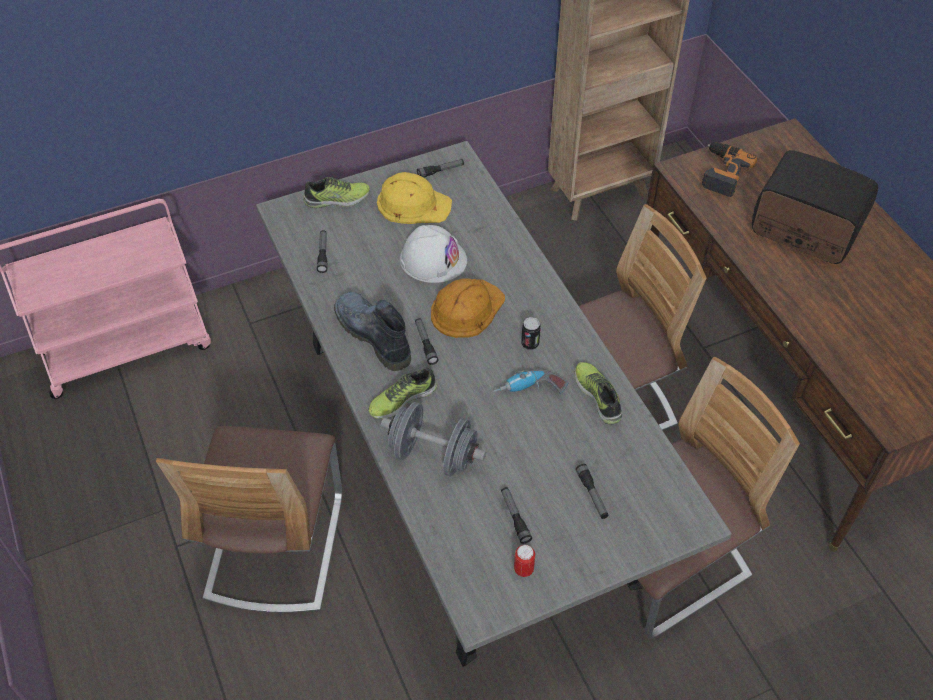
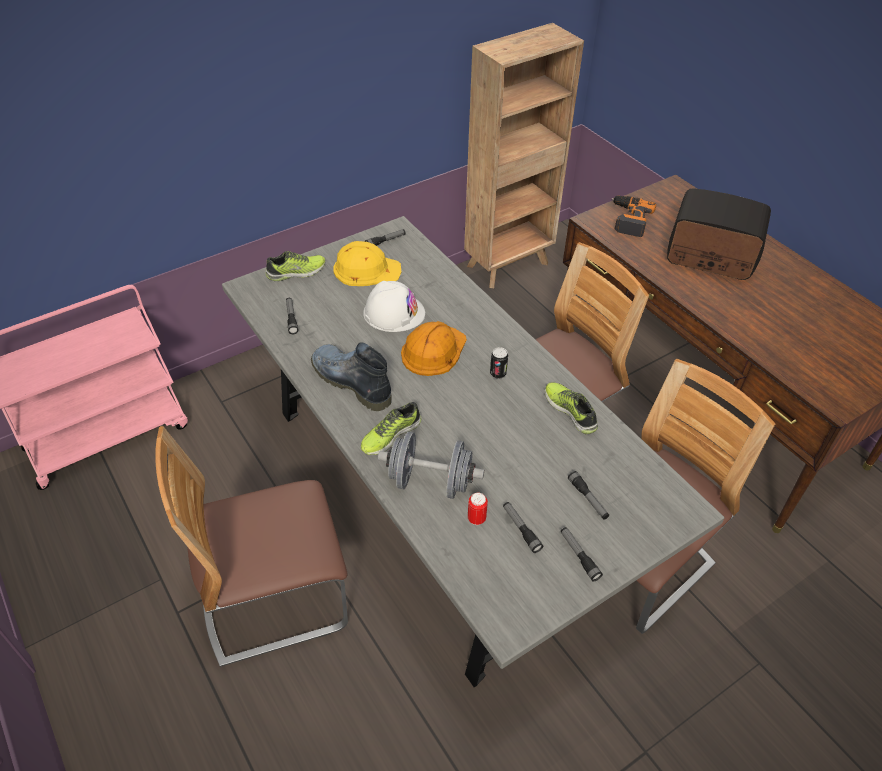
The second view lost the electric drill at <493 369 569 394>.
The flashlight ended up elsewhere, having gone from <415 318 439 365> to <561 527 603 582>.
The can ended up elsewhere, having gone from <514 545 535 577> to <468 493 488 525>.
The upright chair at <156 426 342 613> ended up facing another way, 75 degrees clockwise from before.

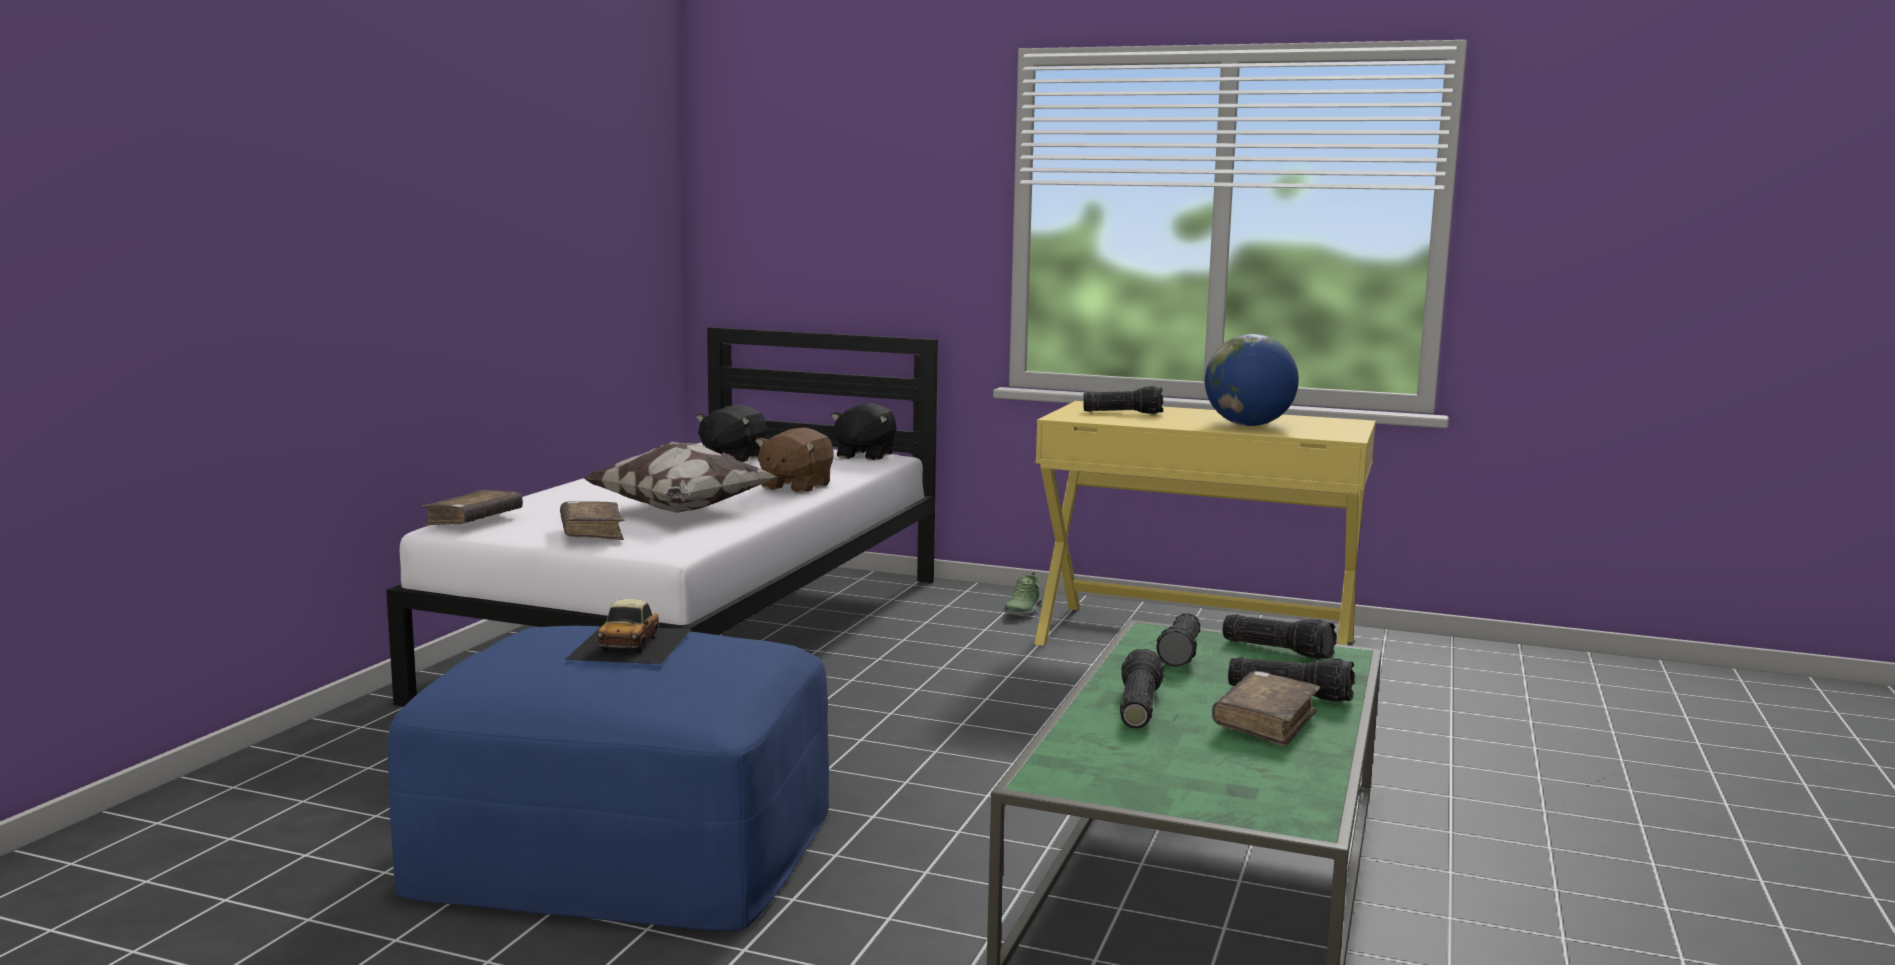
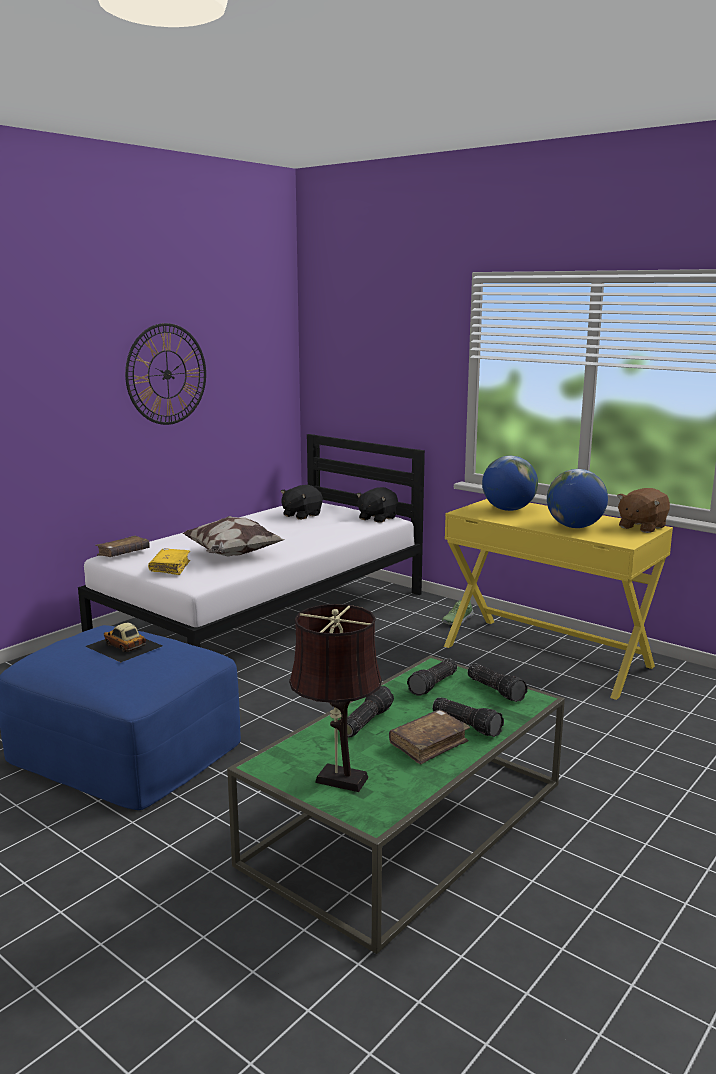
The second view gained the wall clock at <125 323 206 425>.
The second view gained the brown-coloured table lamp at <289 604 382 792>.
The brown-coloured soft toy ended up elsewhere, having gone from <755 428 834 493> to <617 488 670 533>.
Where the flashlight stood at <1083 386 1163 414>, the desk globe came to stand at <482 456 538 511>.
What was the brown-coloured book at <560 501 624 540> turned into the yellow book at <148 549 190 575>.
The model car at <565 599 692 664> ended up facing another way, 105 degrees clockwise from before.

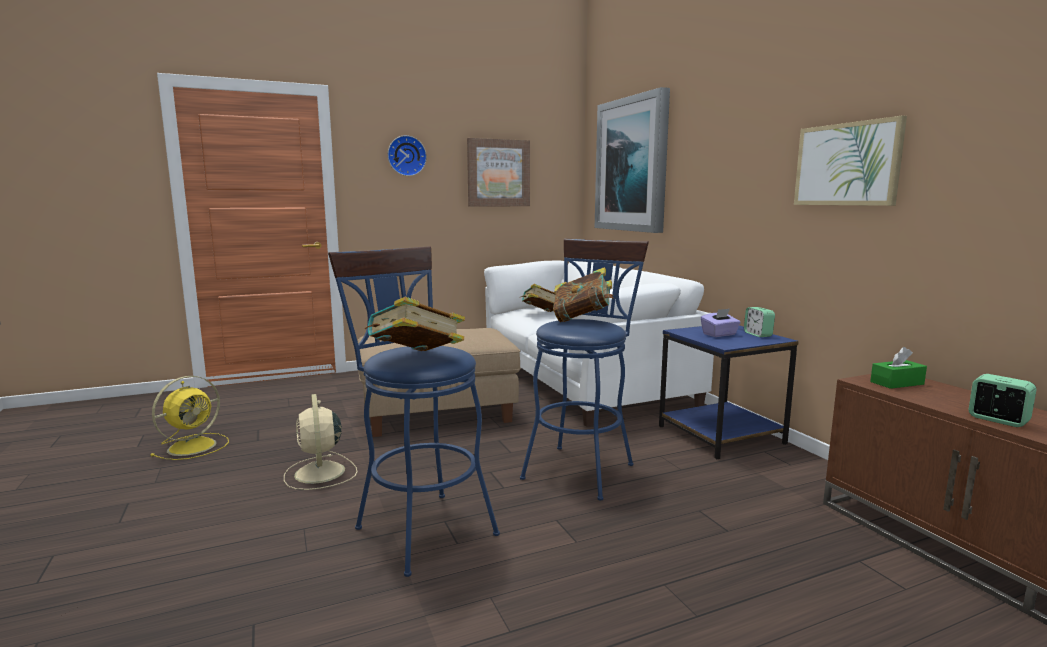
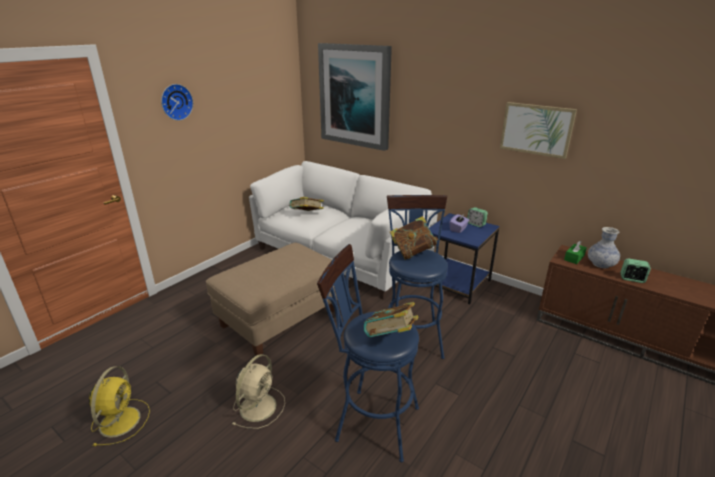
The second view lost the picture at <467 138 530 207>.
The second view gained the flower vase at <588 227 620 268>.
The beige cooling fan at <284 394 357 490> ended up facing another way, 105 degrees counterclockwise from before.

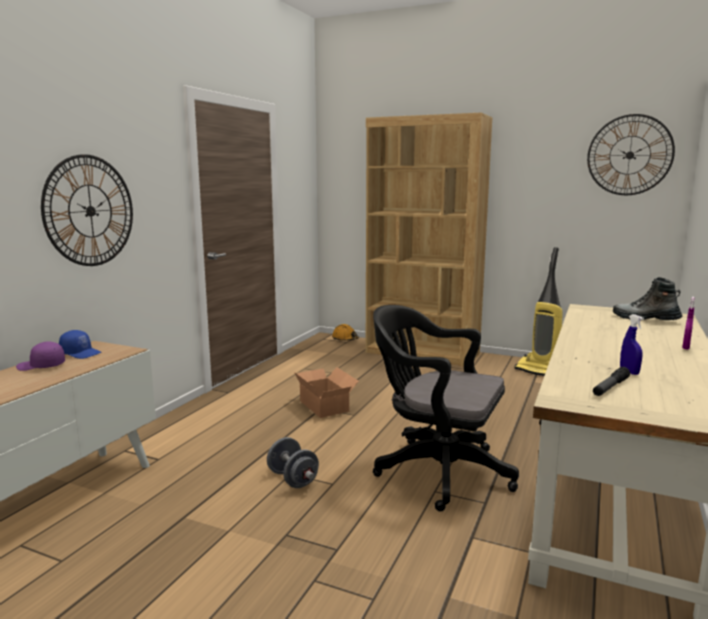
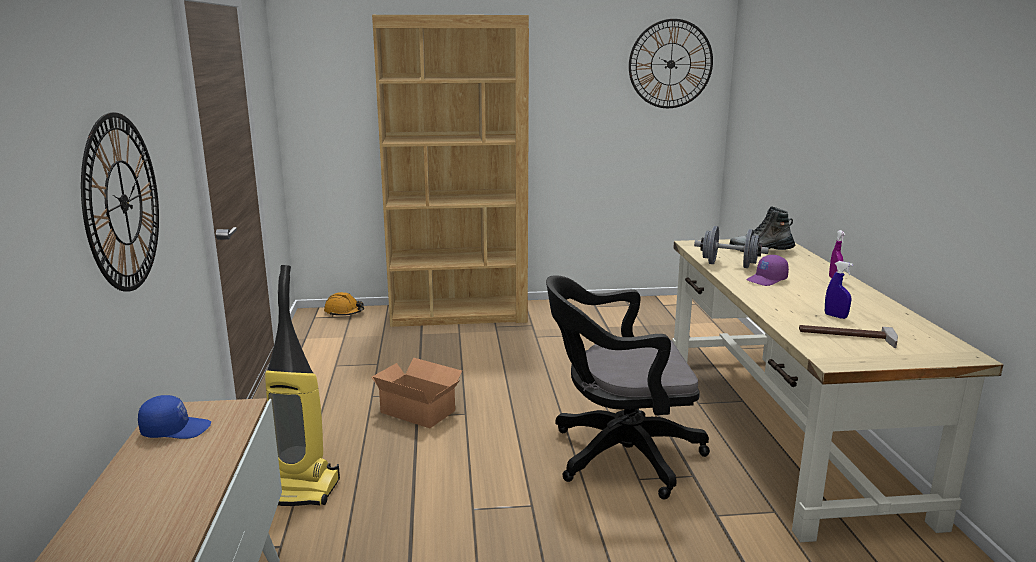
The purple-coloured baseball cap ended up elsewhere, having gone from <16 341 65 371> to <746 255 789 286>.
The gray hand weight ended up elsewhere, having gone from <267 437 319 488> to <694 226 769 268>.
The hoover ended up elsewhere, having gone from <514 247 562 376> to <265 265 340 506>.
Where the flashlight stood at <593 367 630 396>, the tool hammer came to stand at <799 325 898 348>.

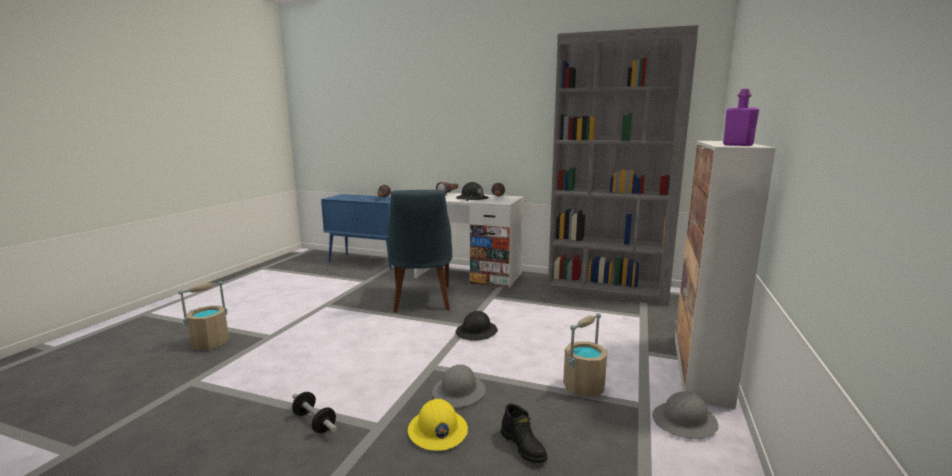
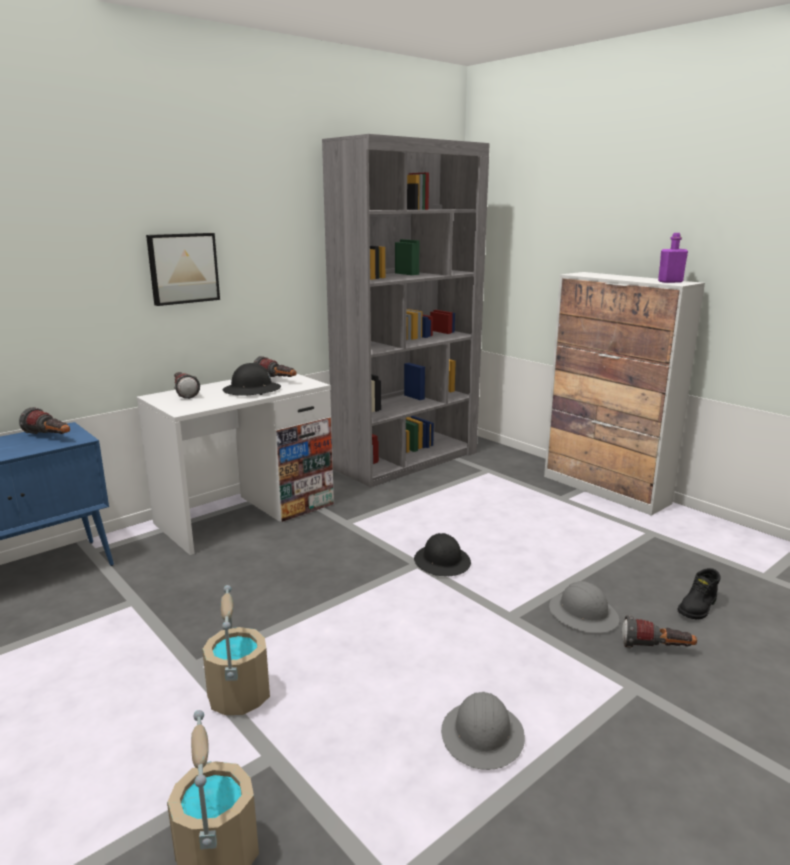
The second view lost the hand weight at <292 392 337 433>.
The second view lost the blue upright chair at <388 190 453 312>.
The second view gained the picture at <146 233 220 306>.
The beige bucket ended up elsewhere, having gone from <563 313 607 397> to <202 585 270 715>.
The gray hard hat ended up elsewhere, having gone from <652 391 719 439> to <441 692 525 770>.
Where the yellow hard hat stood at <408 399 468 451>, the flashlight came to stand at <622 615 697 648>.
The black high-top boot at <501 404 547 463> ended up facing another way, 135 degrees clockwise from before.

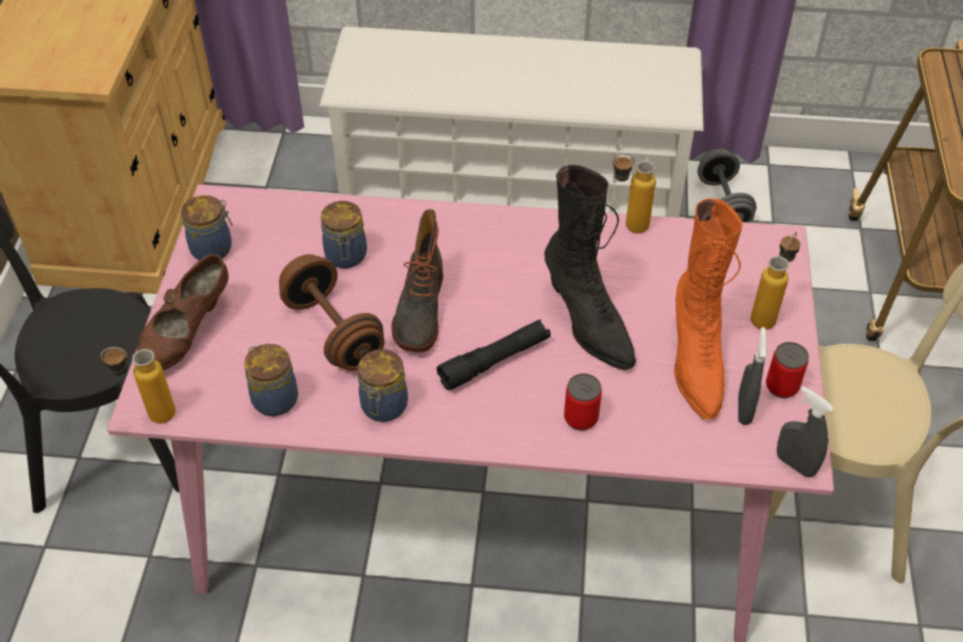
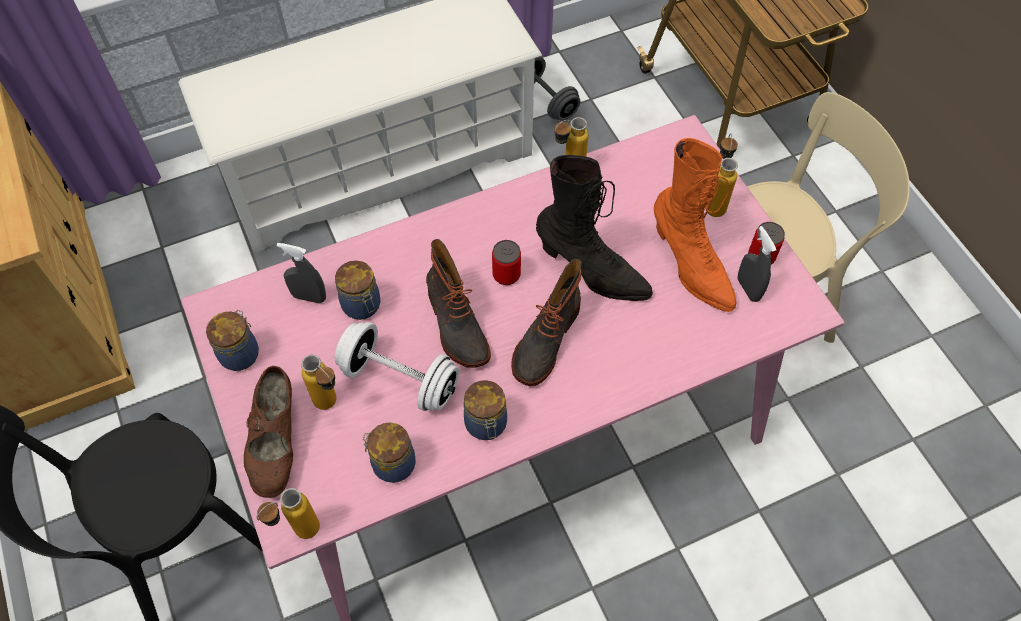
The second view gained the drink bottle at <301 355 337 410>.
The can ended up elsewhere, having gone from <564 374 602 430> to <492 240 521 285>.
The gray spray bottle ended up elsewhere, having gone from <777 386 833 477> to <277 243 326 304>.
Where the black flashlight stood at <437 319 551 390>, the high-top boot came to stand at <511 259 582 386>.
What was the brown-coloured hand weight at <279 254 385 371> turned into the whitish hand weight at <335 322 459 411>.

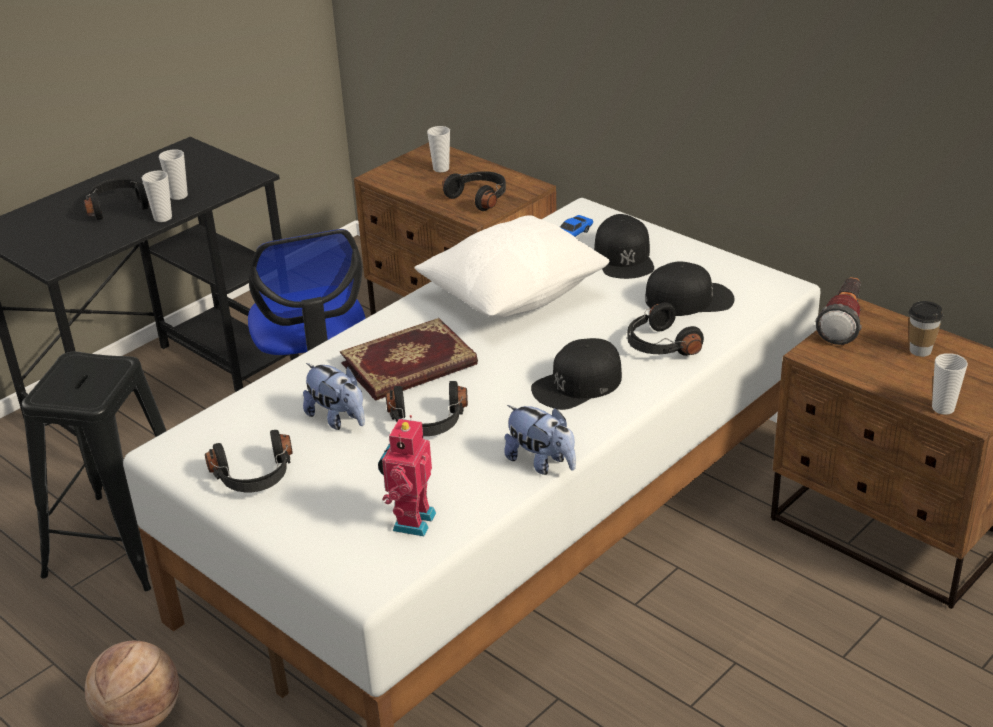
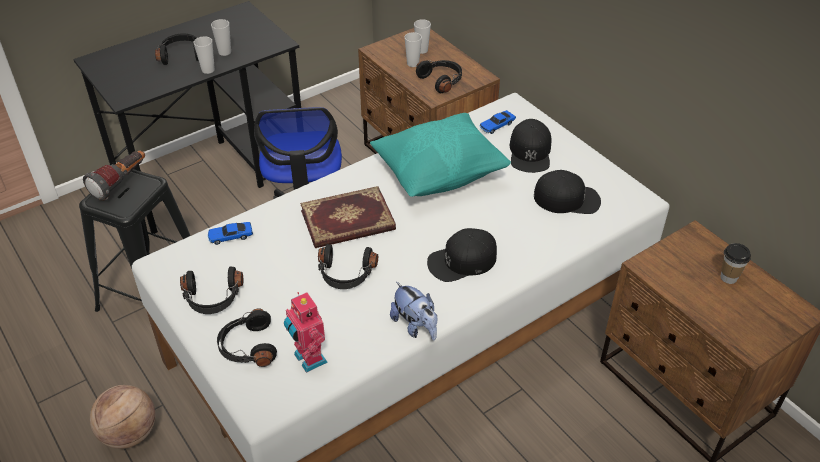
The second view lost the soft toy at <303 363 365 430>.
The second view gained the model car at <208 222 253 245>.
The black headset ended up elsewhere, having gone from <627 302 704 356> to <217 308 277 367>.
The flashlight ended up elsewhere, having gone from <815 277 862 345> to <83 150 145 201>.
The drinking cup ended up elsewhere, having gone from <932 353 968 415> to <405 32 422 67>.
What was the whitish throw pillow at <415 215 610 318> turned into the blue-green throw pillow at <370 113 511 197>.
The model robot at <378 415 436 536> ended up facing another way, 60 degrees counterclockwise from before.

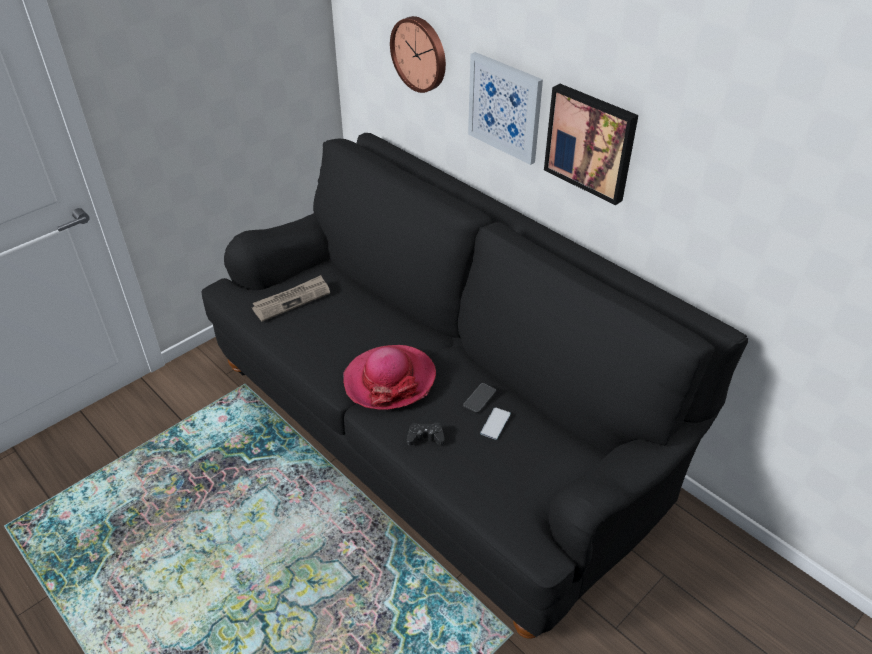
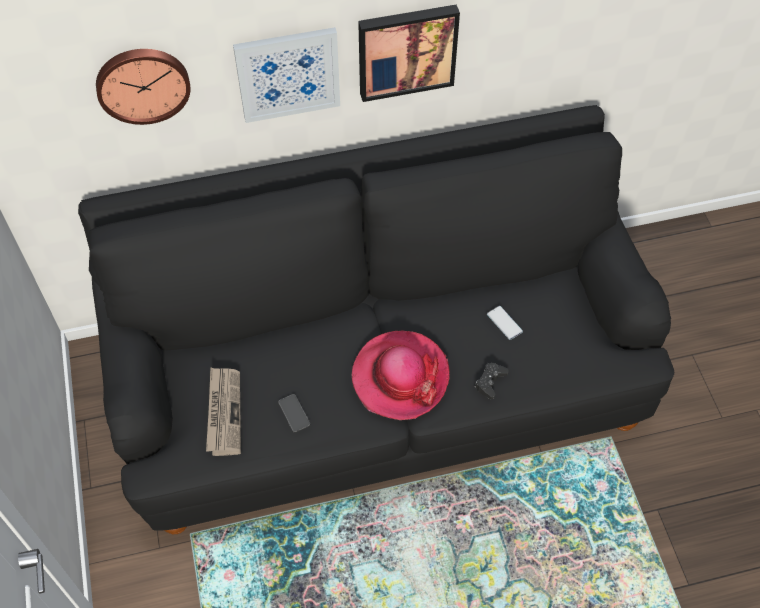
The phone ended up elsewhere, having gone from <463 383 496 413> to <278 394 311 433>.

